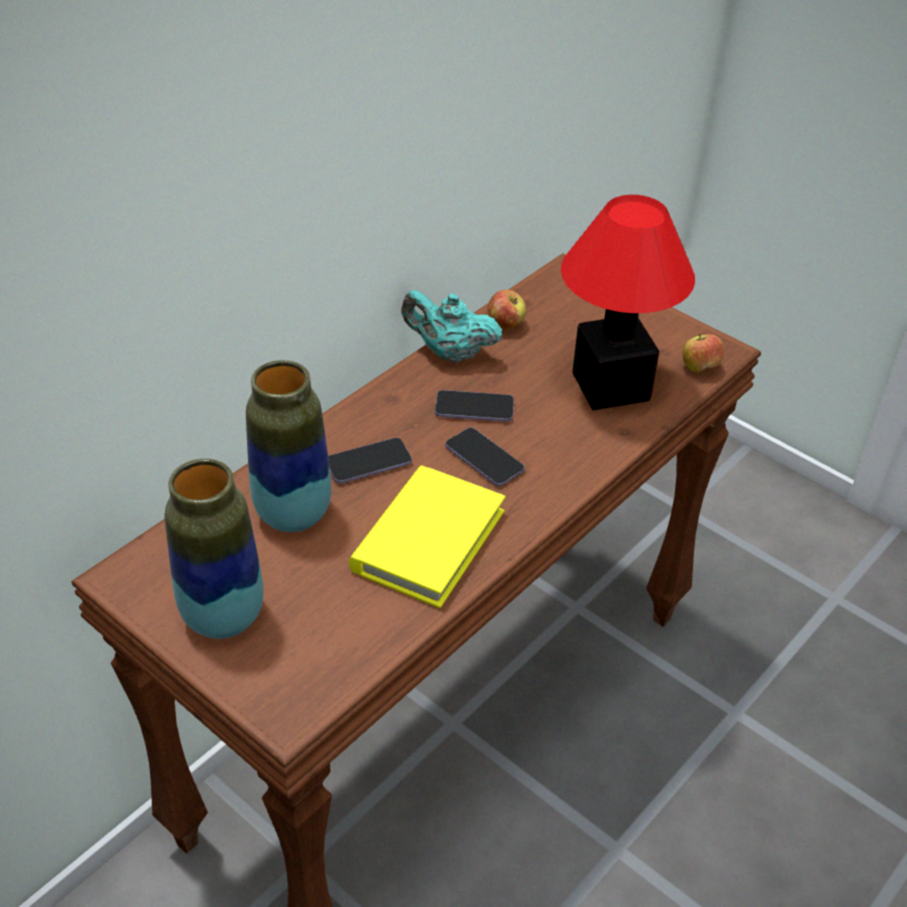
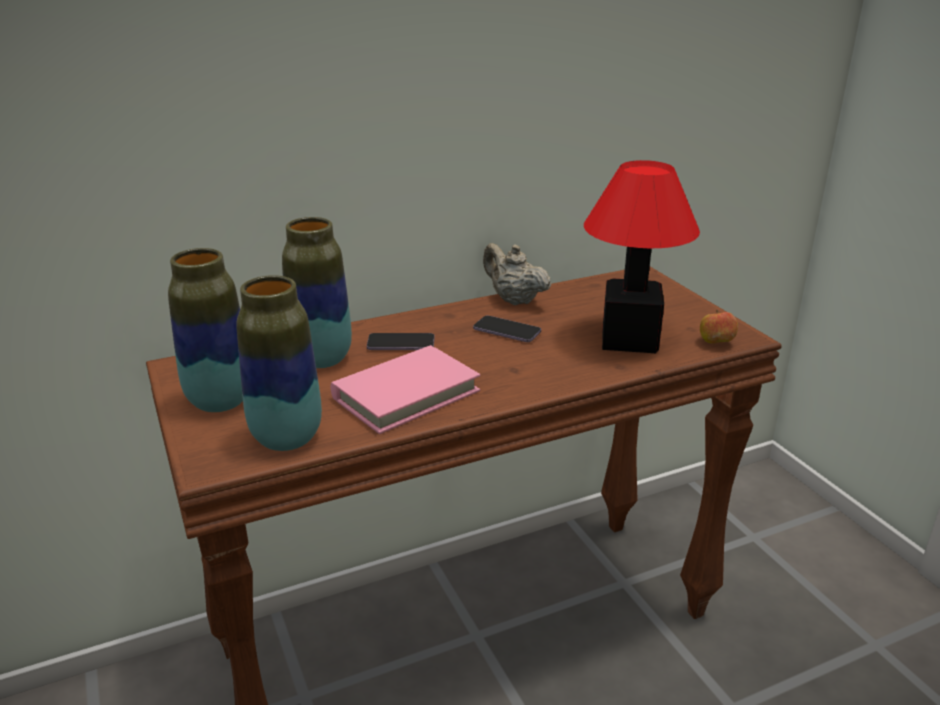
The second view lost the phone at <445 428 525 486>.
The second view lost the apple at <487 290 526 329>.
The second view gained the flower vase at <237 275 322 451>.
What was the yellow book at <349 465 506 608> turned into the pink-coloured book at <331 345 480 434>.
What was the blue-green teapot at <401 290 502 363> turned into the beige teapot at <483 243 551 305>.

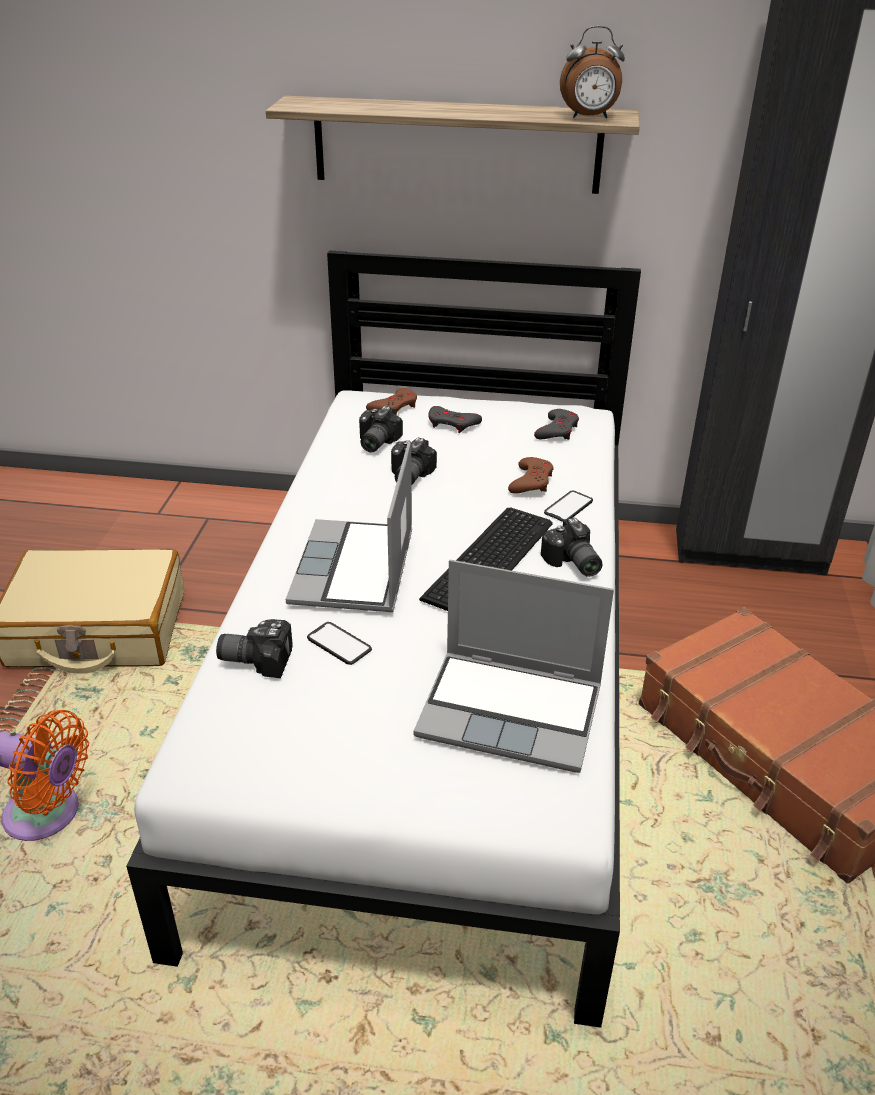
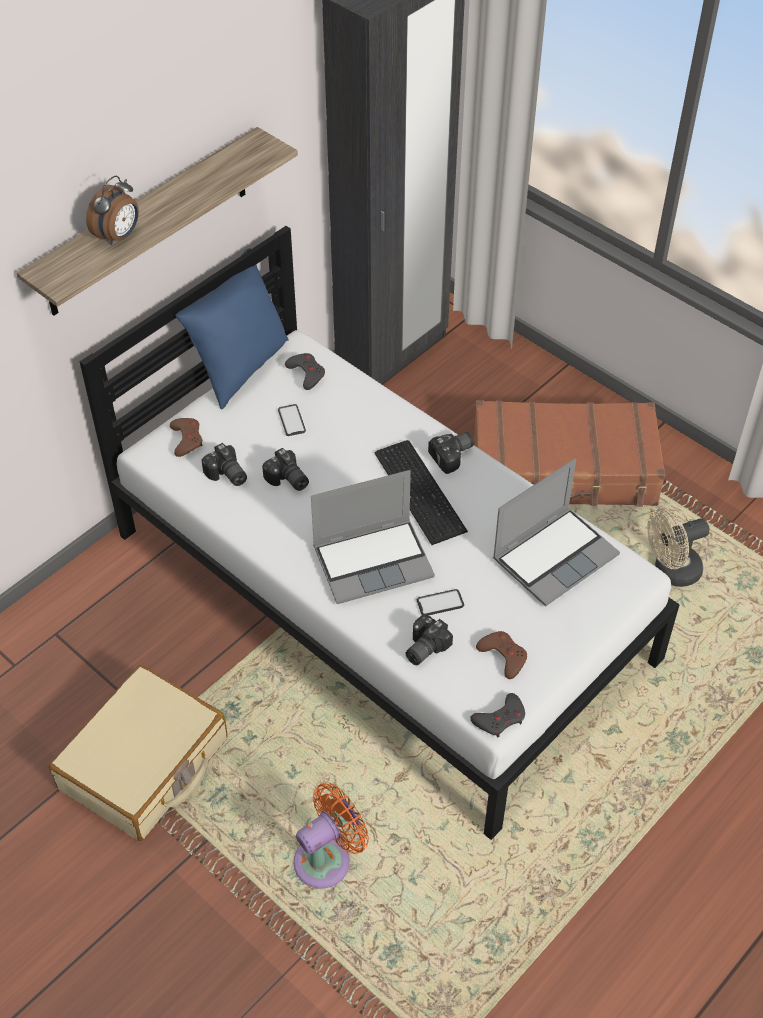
The second view gained the blue throw pillow at <175 248 289 409>.
The second view gained the beige cooling fan at <647 508 709 587>.
The gray gamepad ended up elsewhere, having gone from <428 406 482 433> to <470 693 525 737>.
The brown-coloured gamepad ended up elsewhere, having gone from <508 457 554 494> to <476 631 527 679>.
The phone ended up elsewhere, having gone from <544 491 593 522> to <278 404 306 436>.
The alarm clock ended up elsewhere, having gone from <560 26 625 118> to <86 176 139 245>.
The laptop at <286 441 412 612> ended up facing another way, 60 degrees counterclockwise from before.
The photo camera at <541 518 602 577> ended up facing another way, 45 degrees counterclockwise from before.

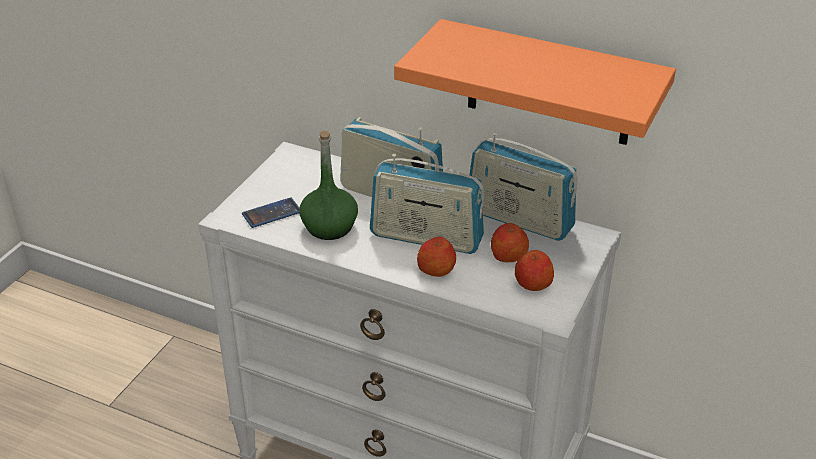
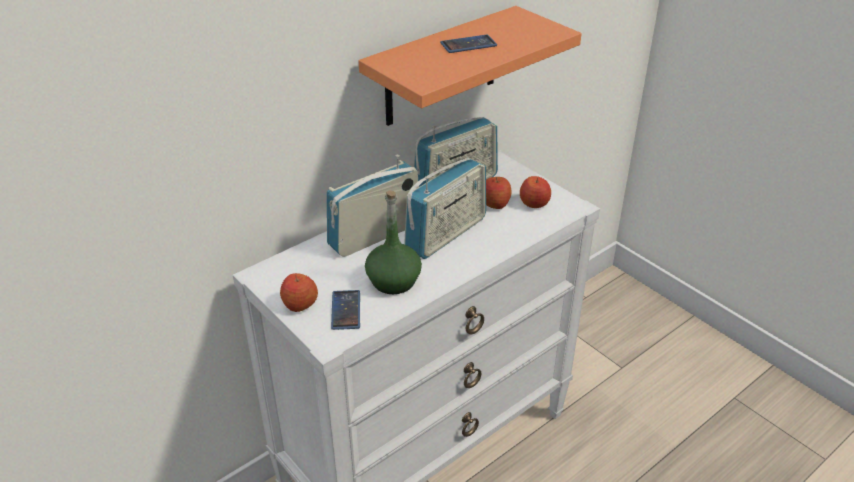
The second view gained the phone at <440 35 497 53>.
The apple ended up elsewhere, having gone from <417 237 456 277> to <280 273 318 312>.

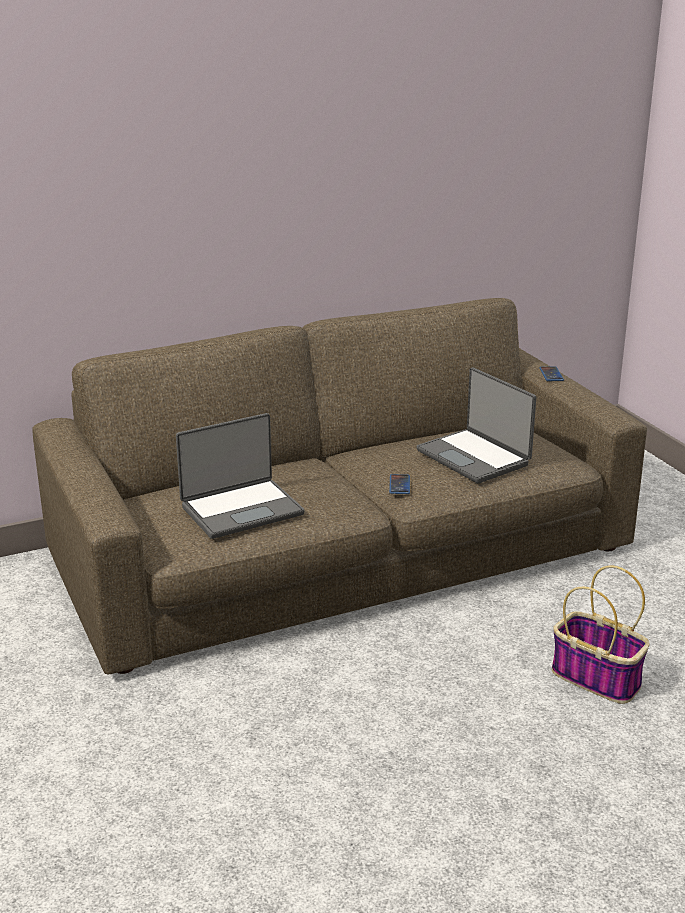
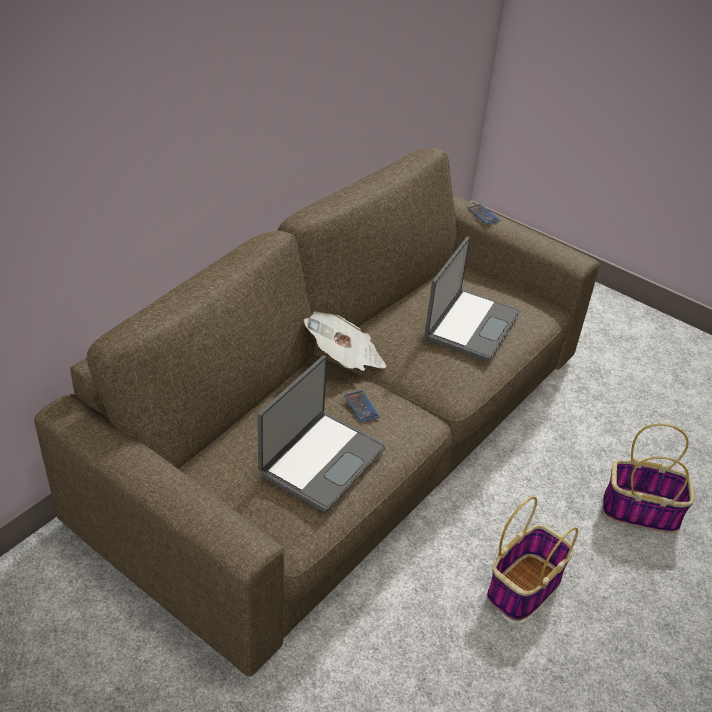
The second view gained the newspaper at <304 311 387 371>.
The second view gained the basket at <487 496 578 621>.
The phone ended up elsewhere, having gone from <389 474 410 494> to <345 390 380 422>.
The laptop at <416 367 536 483> ended up facing another way, 90 degrees counterclockwise from before.

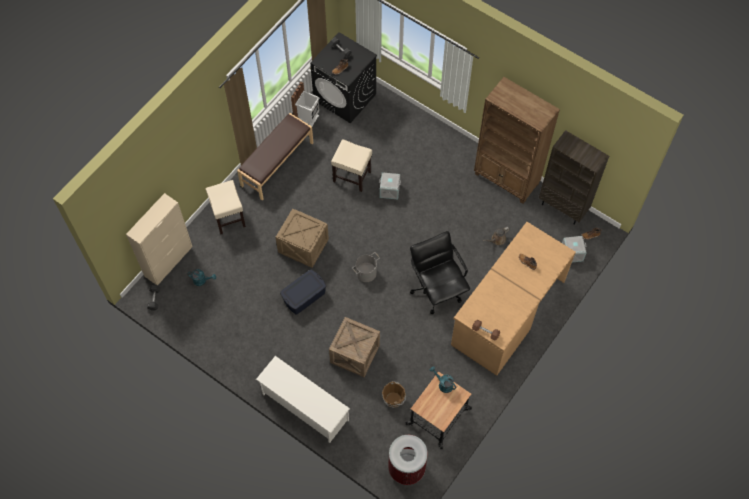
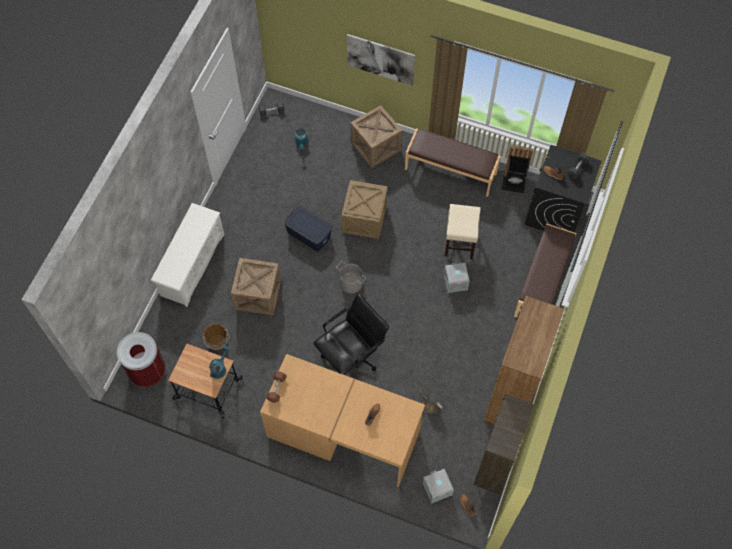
The second view lost the beige cupboard at <126 193 193 285>.
The second view gained the picture at <347 34 415 86>.
The second view gained the brown-coloured long seat at <514 223 577 318>.
Where the beige stool stood at <206 180 246 234>, the packing crate came to stand at <350 105 402 168>.
What was the whitish trash can at <291 82 320 126> turned into the black trash can at <502 145 533 193>.

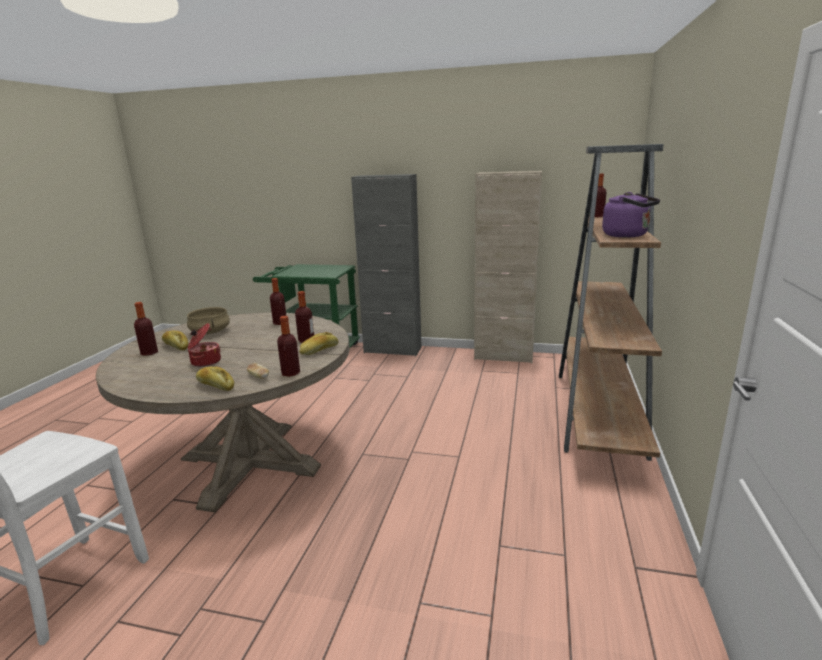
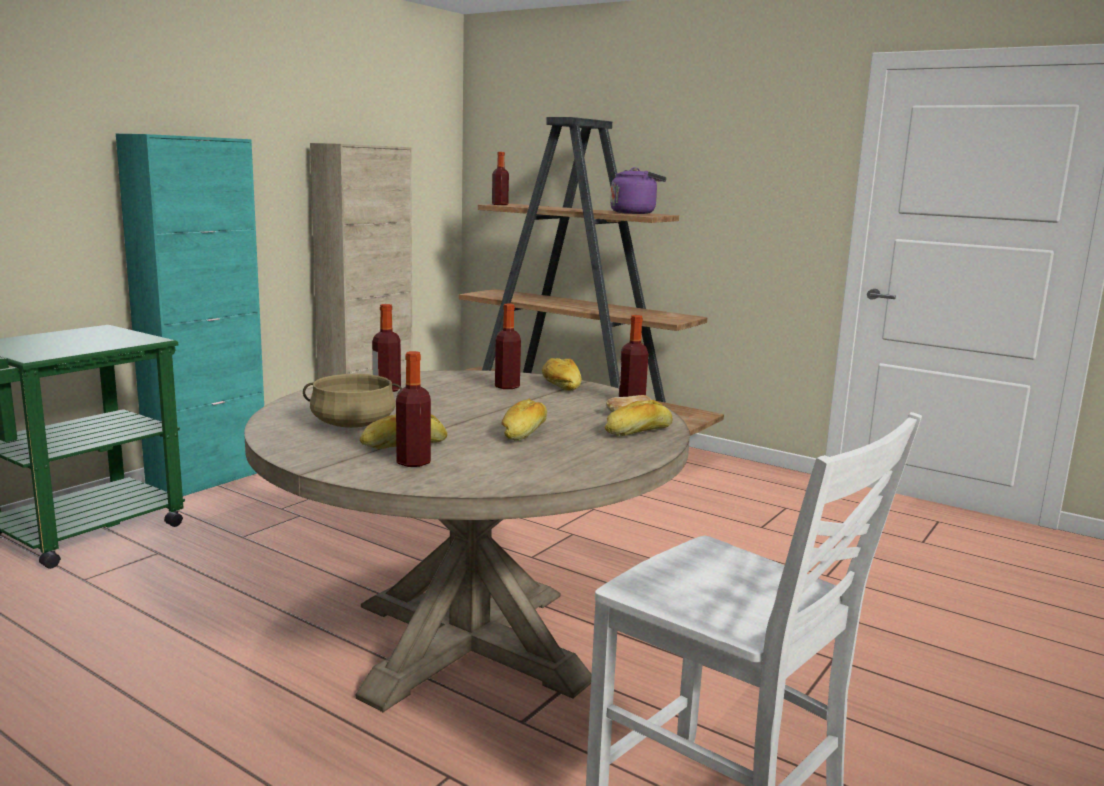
Where the stockpot stood at <188 323 221 367>, the bakery bread came to stand at <501 398 547 441>.
What was the gray cupboard at <351 174 422 356> turned into the blue-green cupboard at <116 134 264 496>.

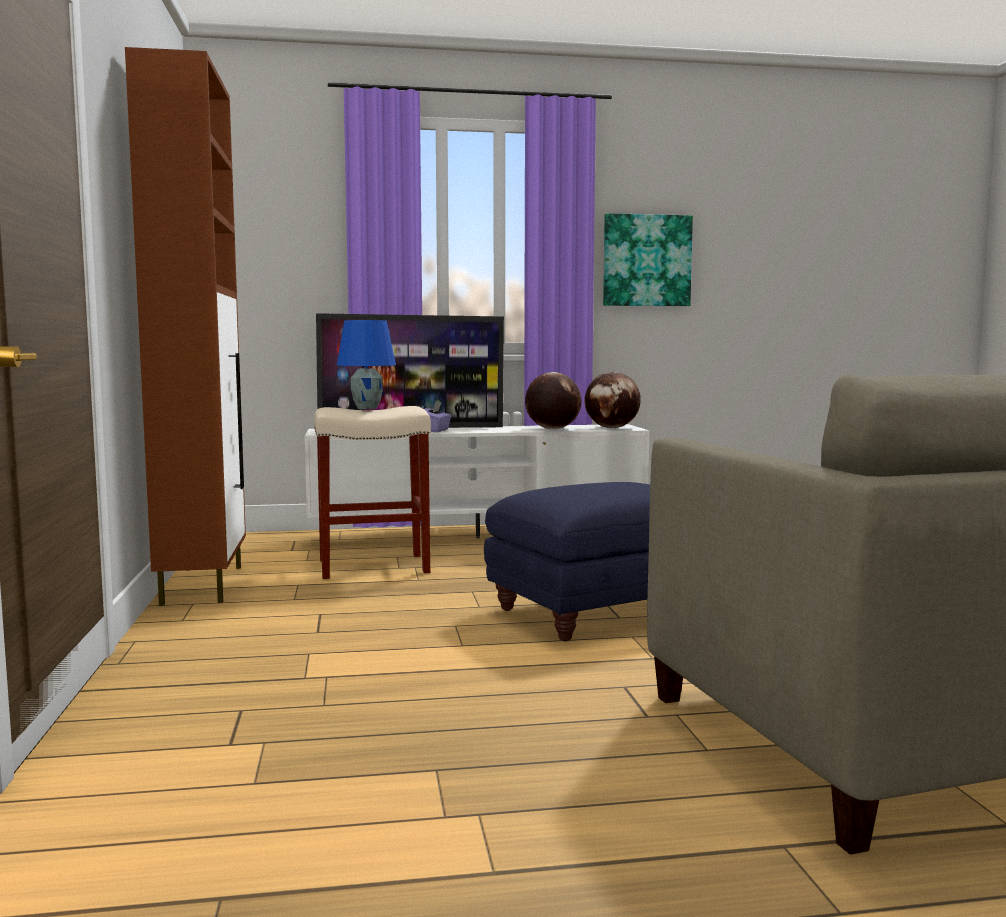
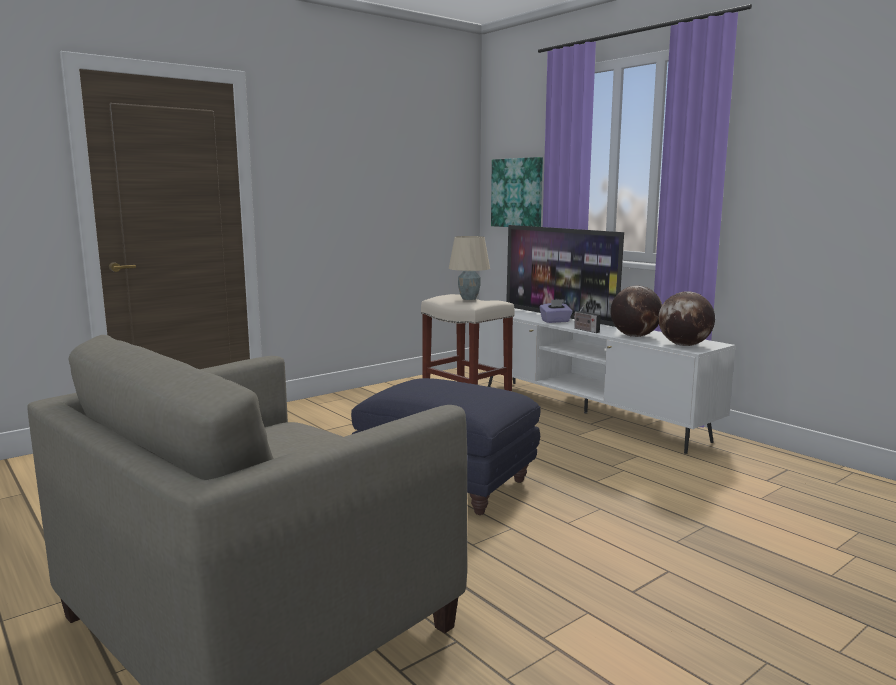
The second view lost the brown-coloured cupboard at <125 47 246 606>.
The second view gained the radio receiver at <573 303 601 333>.
The picture ended up elsewhere, having gone from <603 213 693 306> to <491 157 543 227>.
What was the blue table lamp at <337 320 396 410> turned into the beige table lamp at <449 236 490 300>.

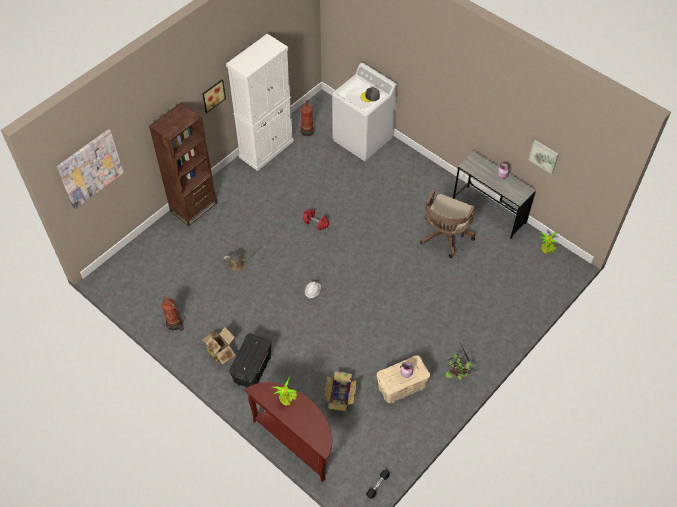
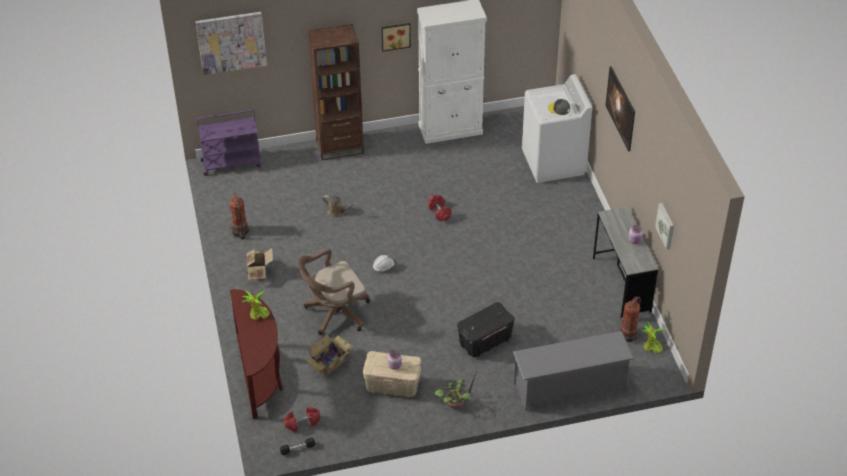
The second view gained the purple-coloured cart at <197 110 262 176>.
The second view gained the red hand weight at <284 407 321 432>.
The second view gained the gray shoe rack at <513 331 634 411>.
The second view gained the picture at <605 66 635 152>.
The black storage box ended up elsewhere, having gone from <229 333 272 388> to <457 302 515 357>.
The extinguisher ended up elsewhere, having gone from <300 100 315 136> to <617 297 641 344>.
The brown-coloured office chair ended up elsewhere, having gone from <420 190 476 258> to <298 248 370 335>.

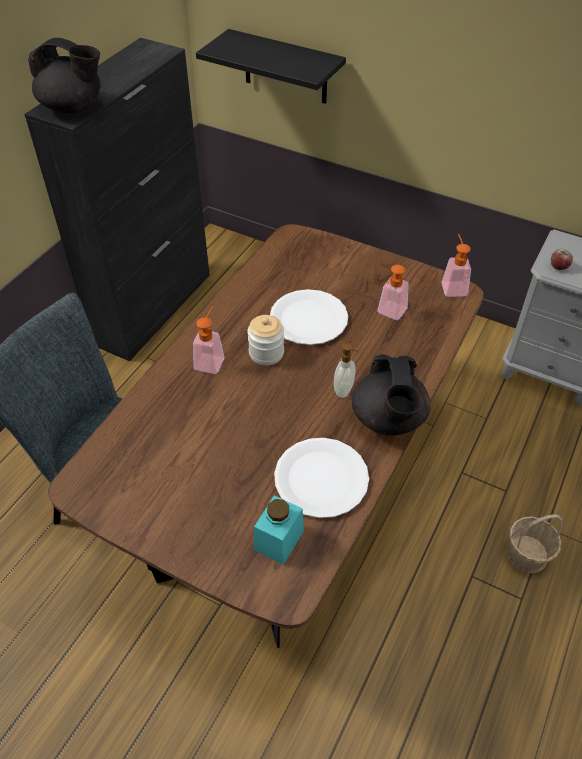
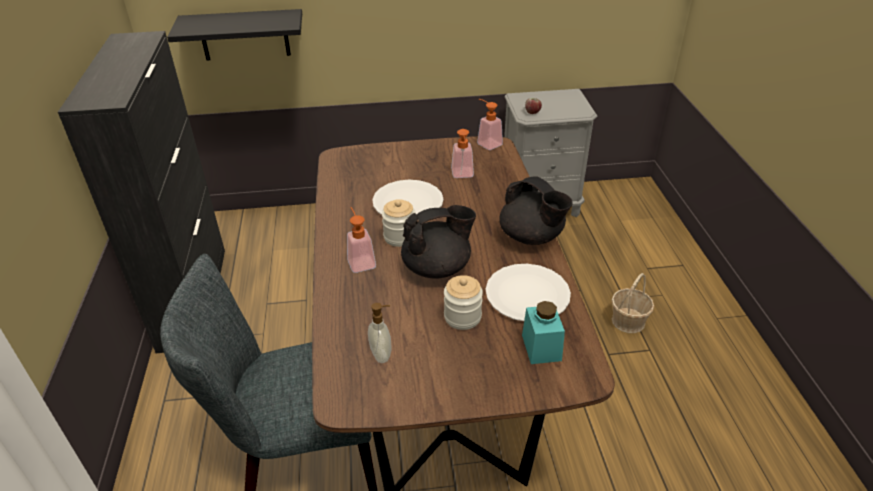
The second view gained the preserve jar at <444 275 483 330>.
The black teapot ended up elsewhere, having gone from <28 38 101 113> to <401 205 476 279>.
The soap bottle ended up elsewhere, having gone from <334 343 359 398> to <368 303 392 363>.

